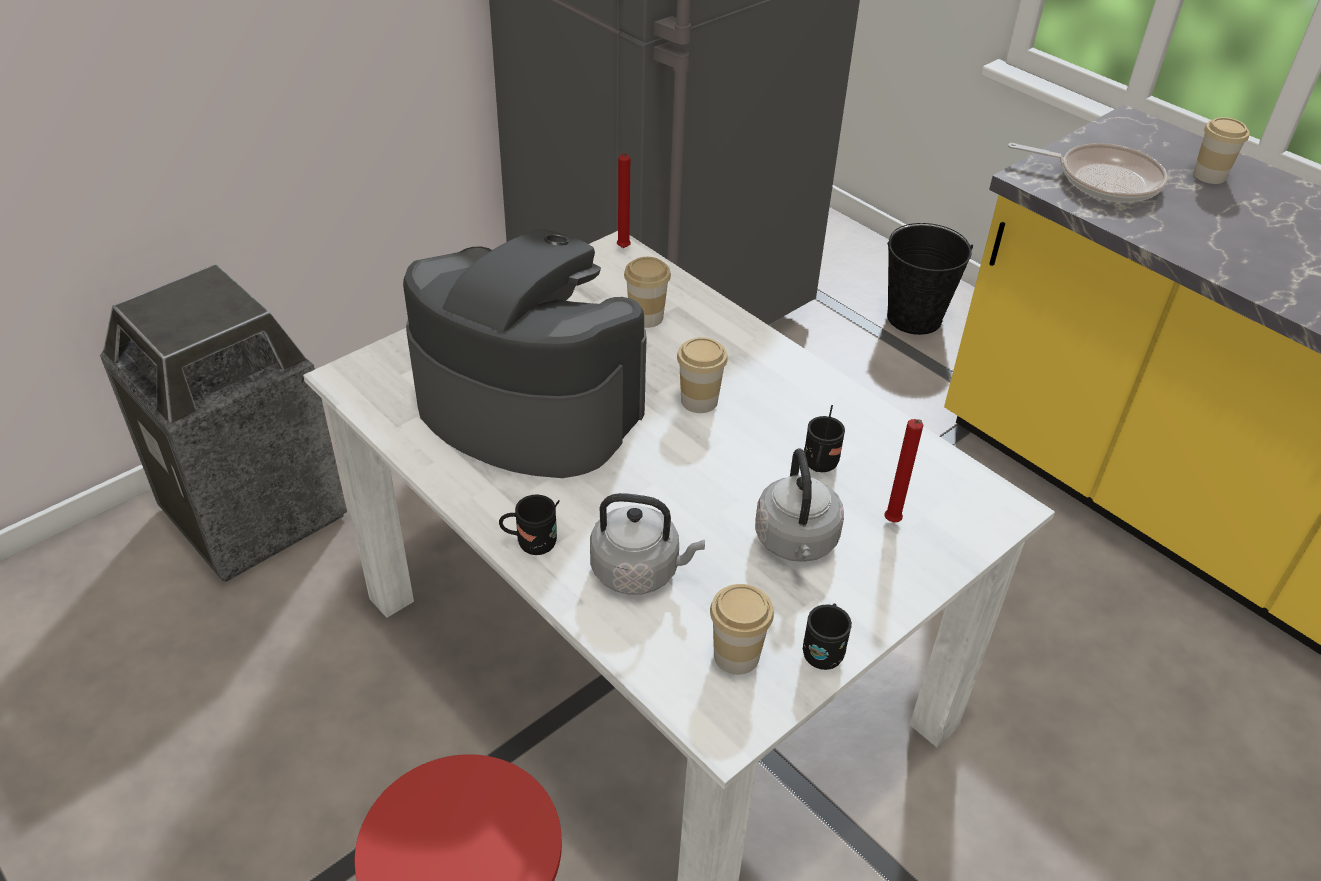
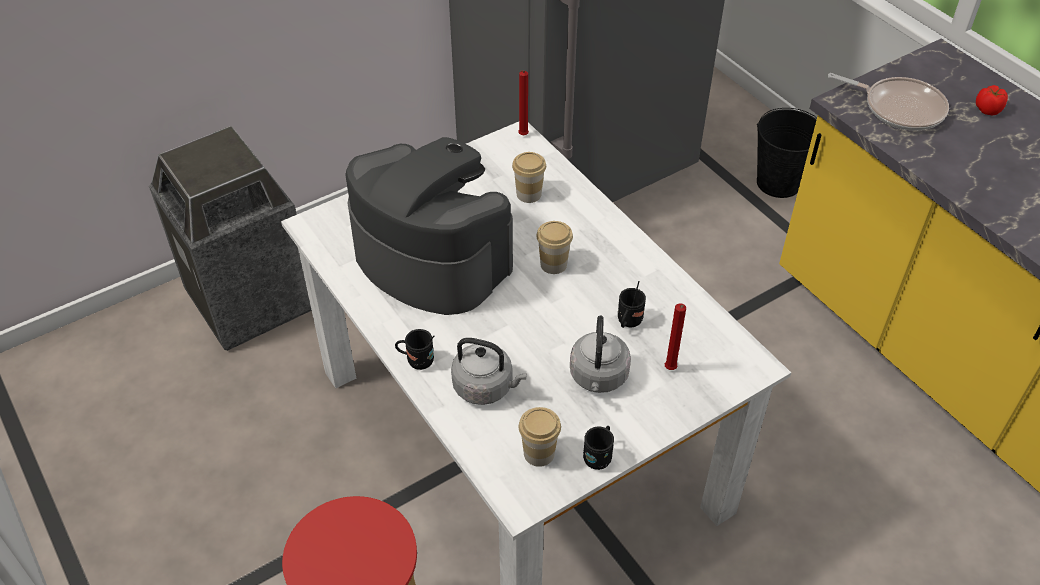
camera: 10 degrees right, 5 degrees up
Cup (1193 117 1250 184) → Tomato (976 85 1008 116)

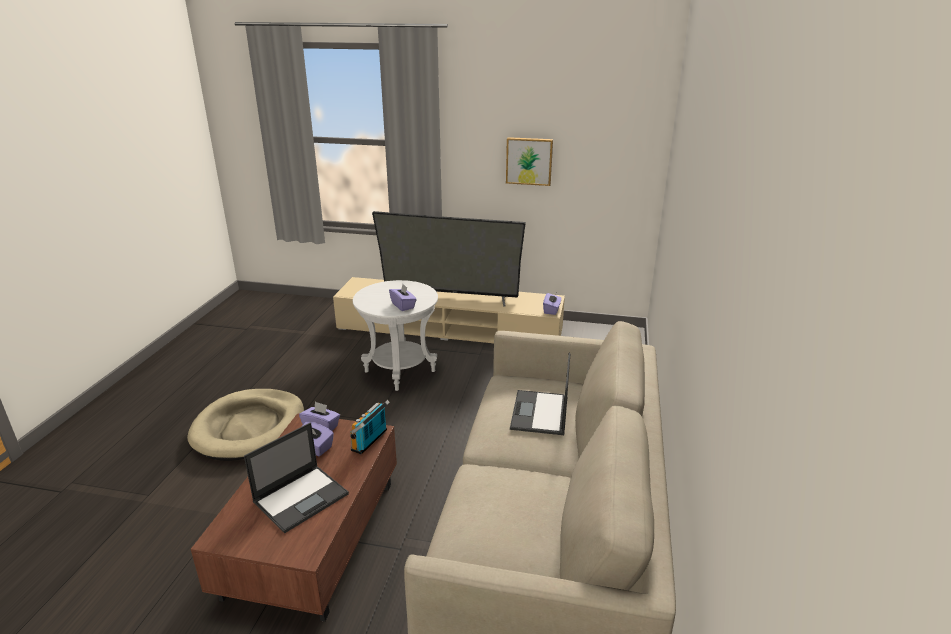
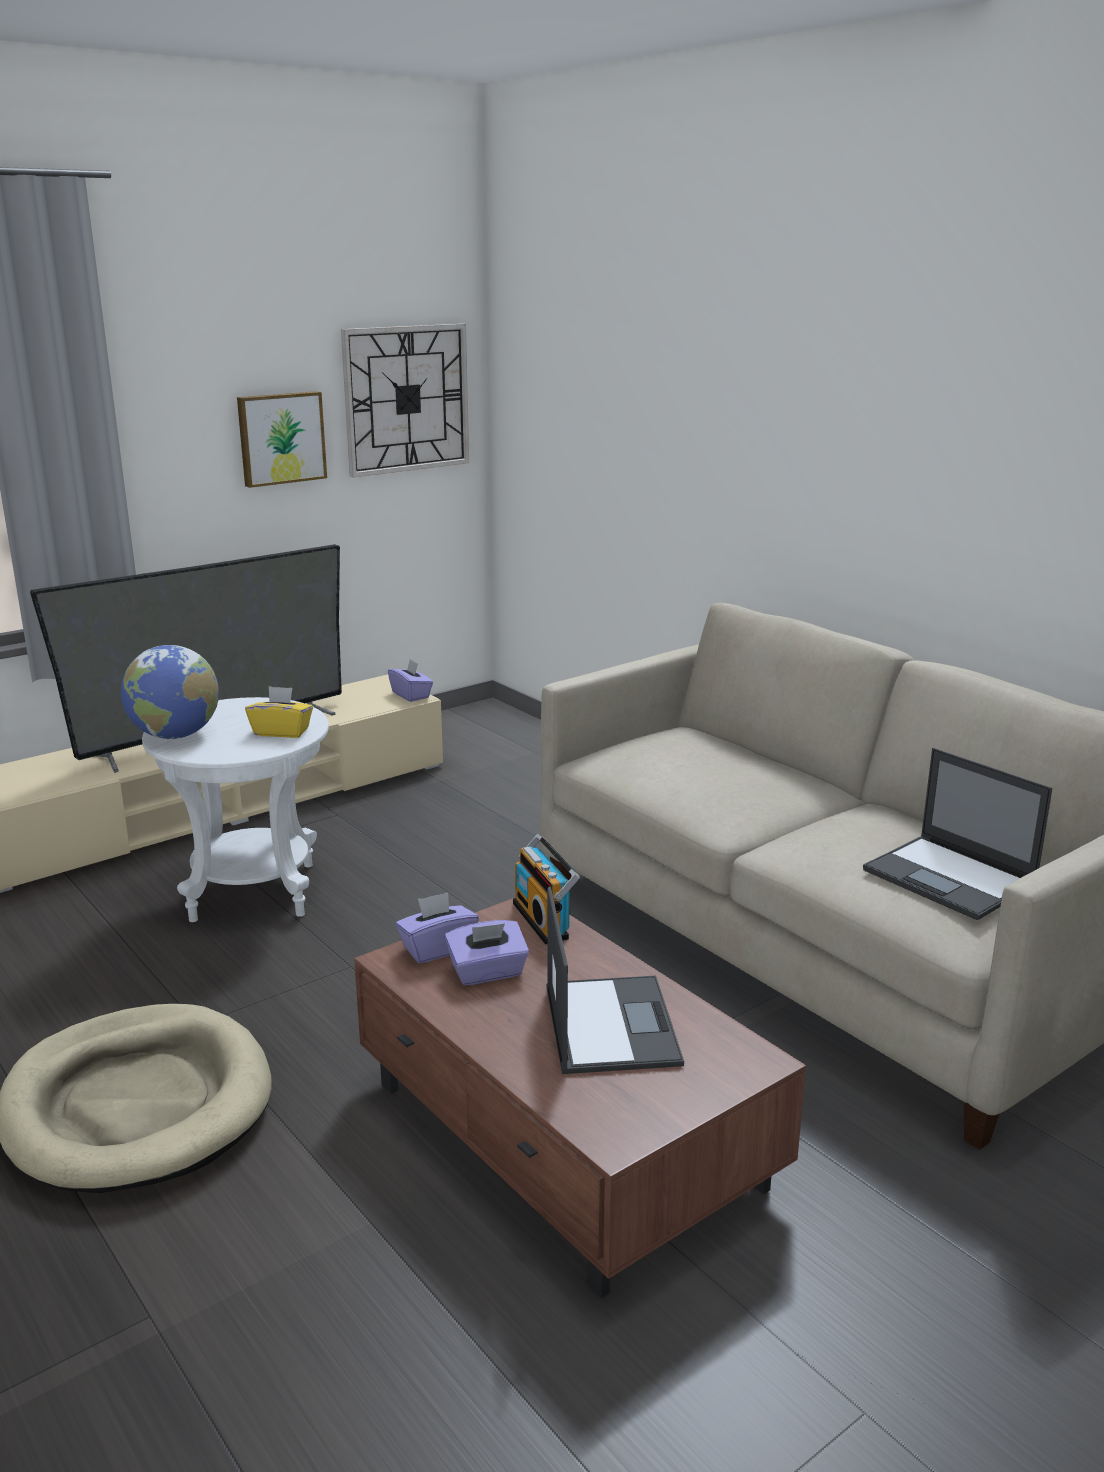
camera: 50 degrees left, 5 degrees down
PurpleTissueBox (389 284 417 311) → YellowTissueBox (245 686 313 738)
Laptop (510 352 570 435) → Laptop (863 748 1052 920), relocated
- → WallClock (341 324 469 478)
- → Globe (121 645 219 739)

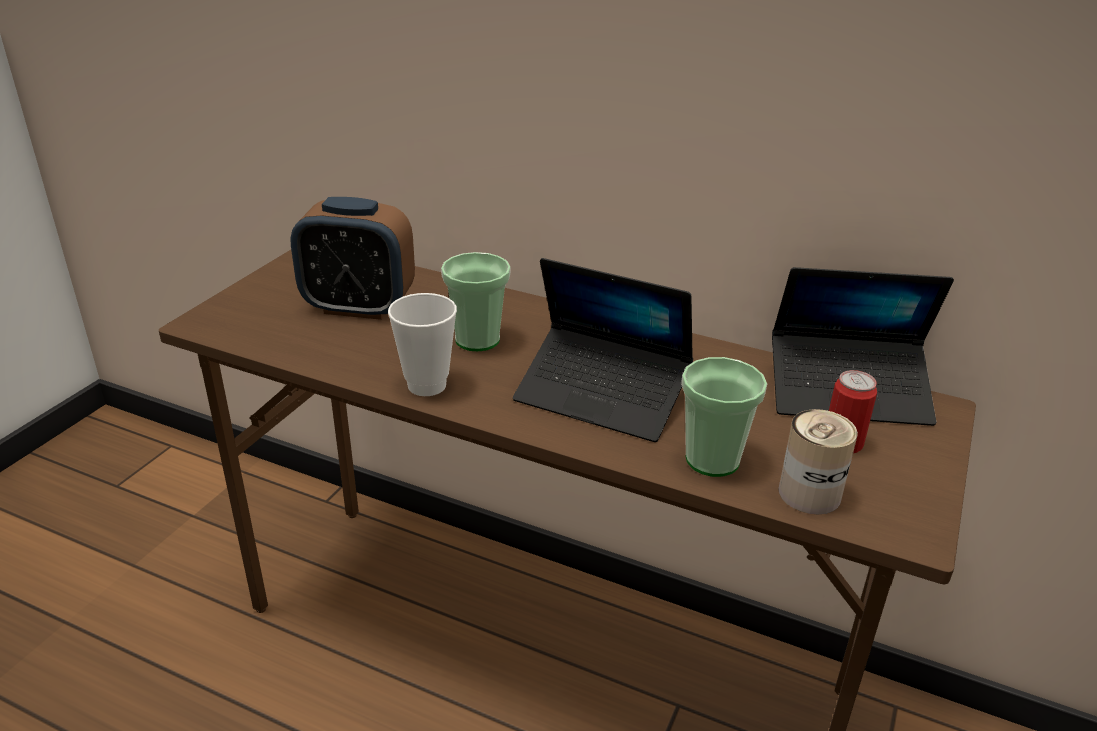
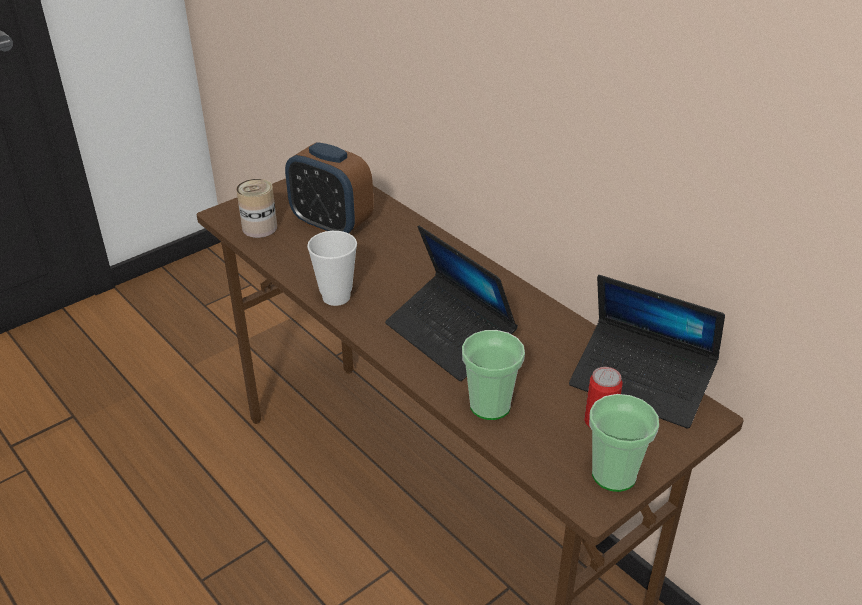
camera: 25 degrees right, 5 degrees up
Cup (441 252 511 351) → Cup (589 394 659 492), relocated
Can (778 409 858 514) → Can (236 179 277 238), relocated

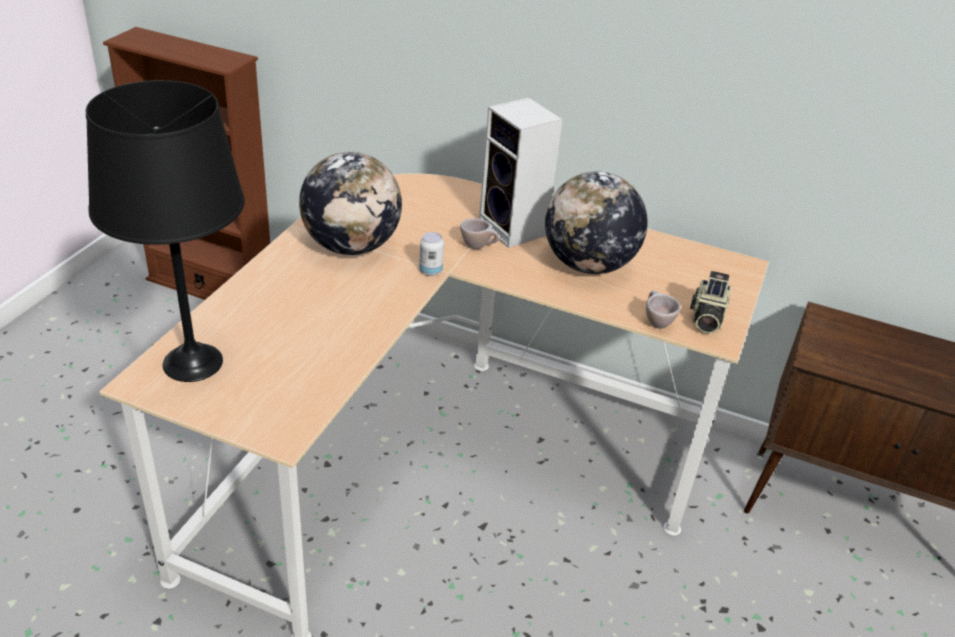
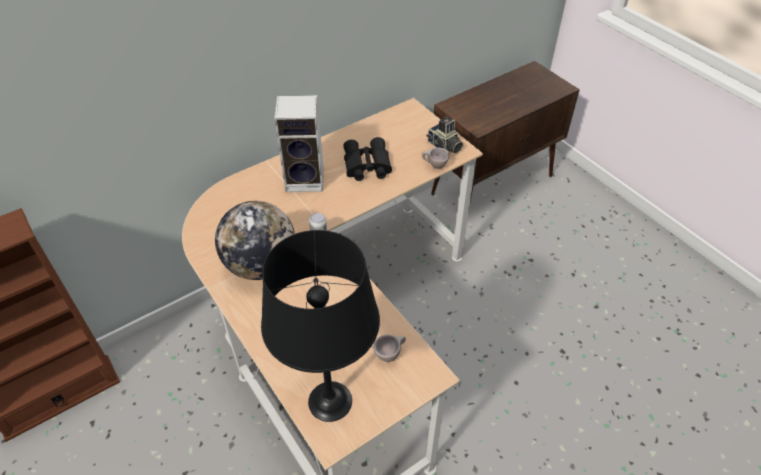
camera: 55 degrees left, 10 degrees up
Globe (545 172 648 274) → BlackBinoculars (343 137 392 181)
BeigeCup (460 218 499 249) → BeigeCup (373 335 406 362), relocated

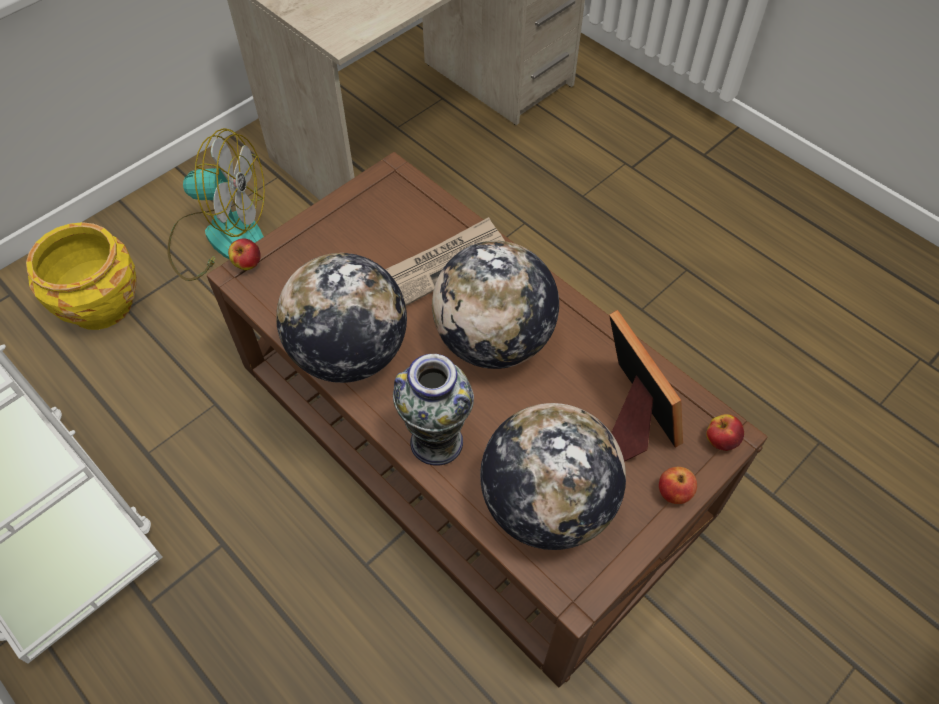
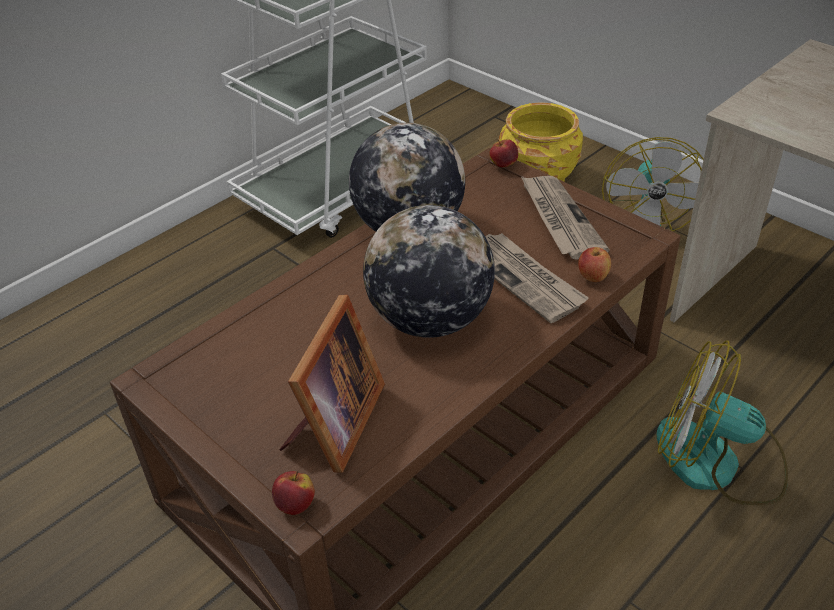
camera: 90 degrees right, 15 degrees down
PictureFrame (609 310 683 462) → PictureFrame (279 295 385 473), 45 degrees counterclockwise
Vase (393 354 474 466) → -
Globe (480 403 626 550) → -
Apple (659 467 697 504) → Apple (578 247 611 282), relocated
- → Newspaper (521 176 610 260)
- → Fan (657 340 788 505)

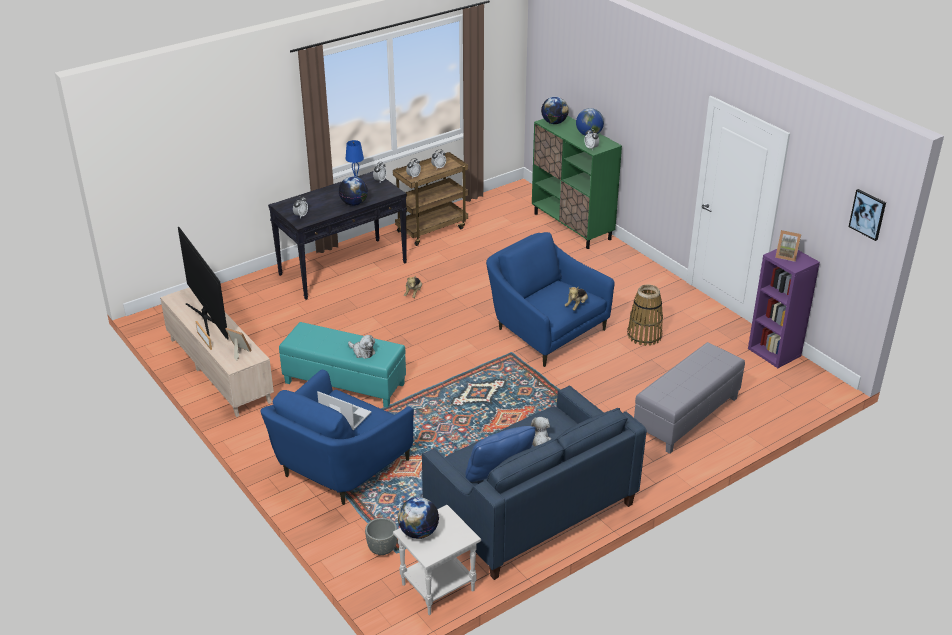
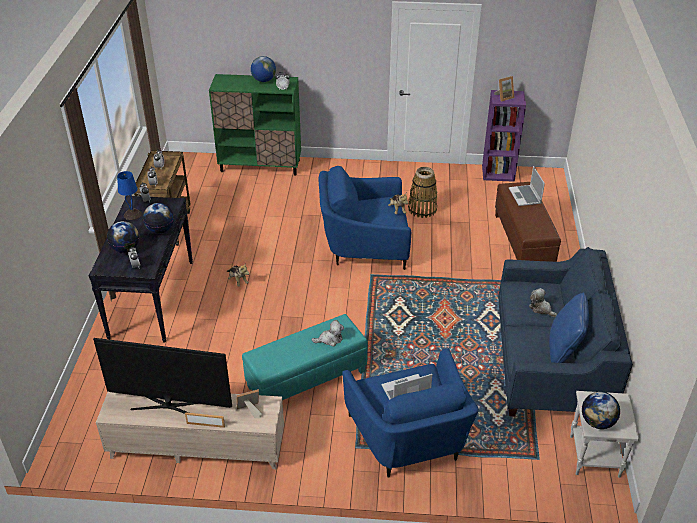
camera: 50 degrees left, 5 degrees up
Globe (541 97 569 124) → Globe (107 221 139 253), relocated
Picture (849 189 886 241) → -
GreyOttoman (634 342 745 454) → BrownOttoman (495 182 561 262)
GreyPlanter (365 518 397 555) → -
- → Laptop (509 166 545 206)

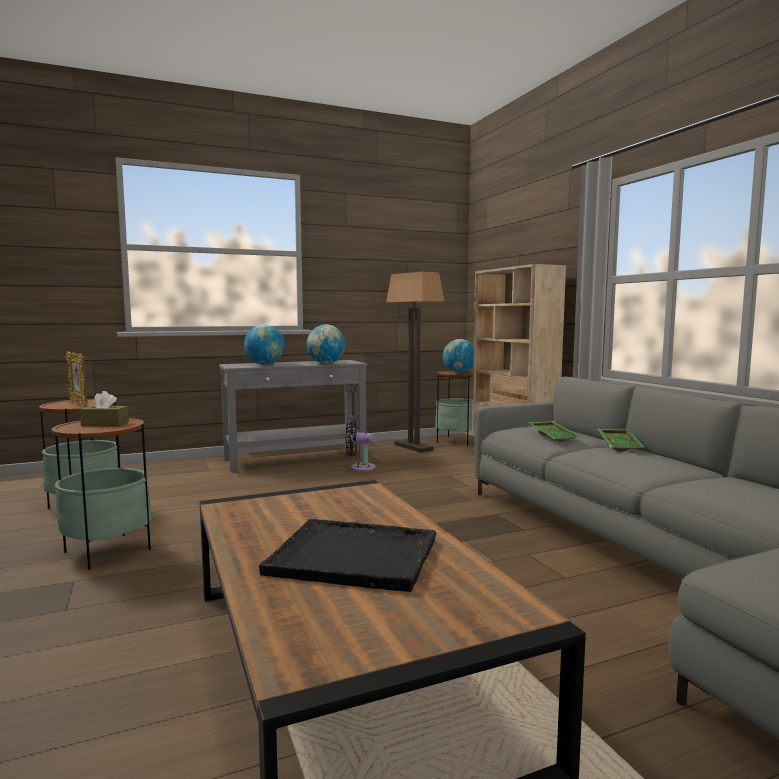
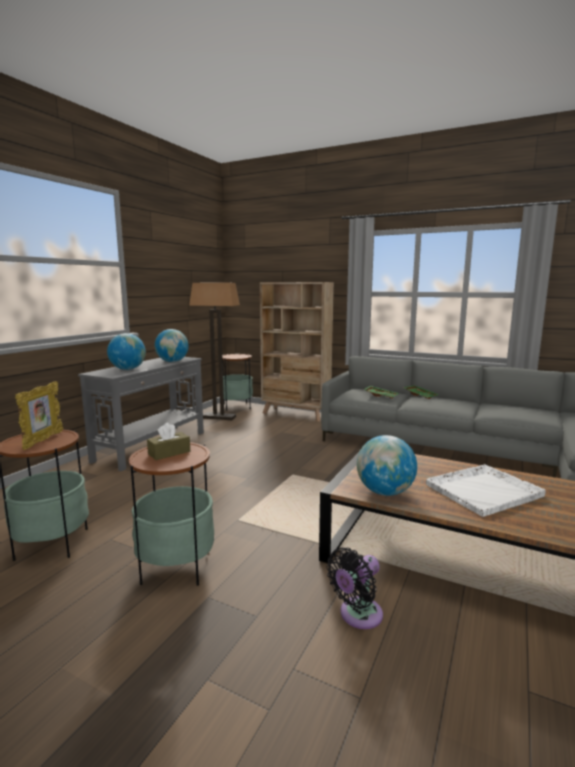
camera: 40 degrees left, 5 degrees up
Globe (443 339 474 373) → Globe (357 435 417 496), relocated
PictureFrame (66 352 87 406) → PictureFrame (15 381 63 450), 90 degrees counterclockwise
BlackFan (346 422 376 472) → BlackFan (327 548 383 629), relocated
BlackTray (259 519 436 592) → WhiteTray (426 464 546 517)

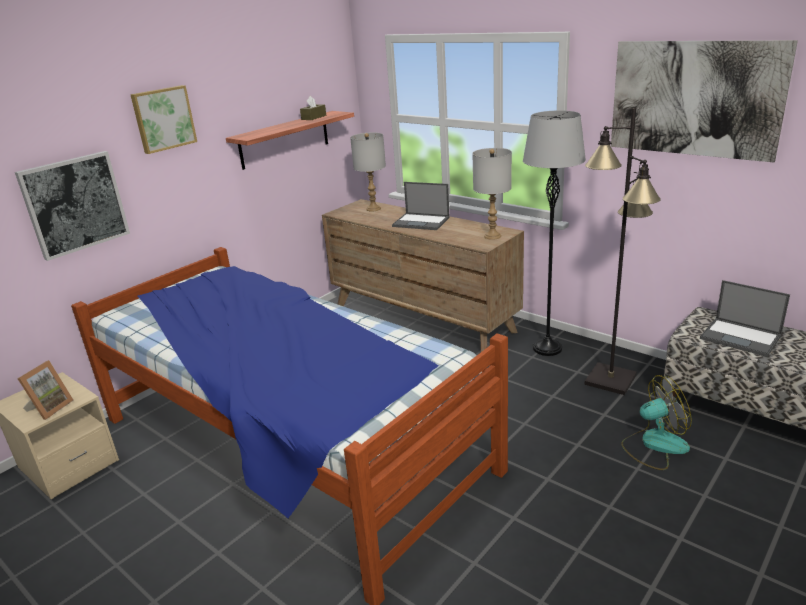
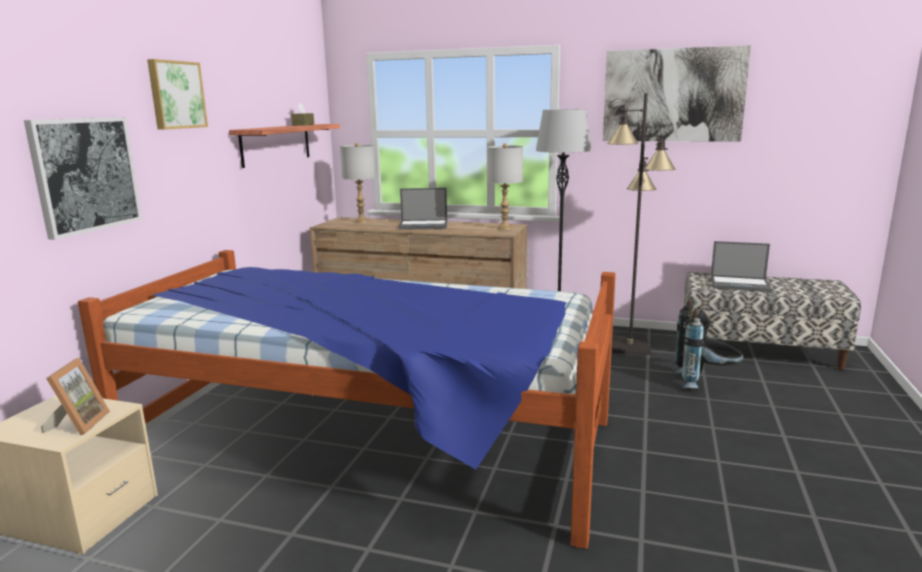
camera: 25 degrees left, 10 degrees down
Fan (621 375 692 470) → BlackBackpack (675 300 744 388)

